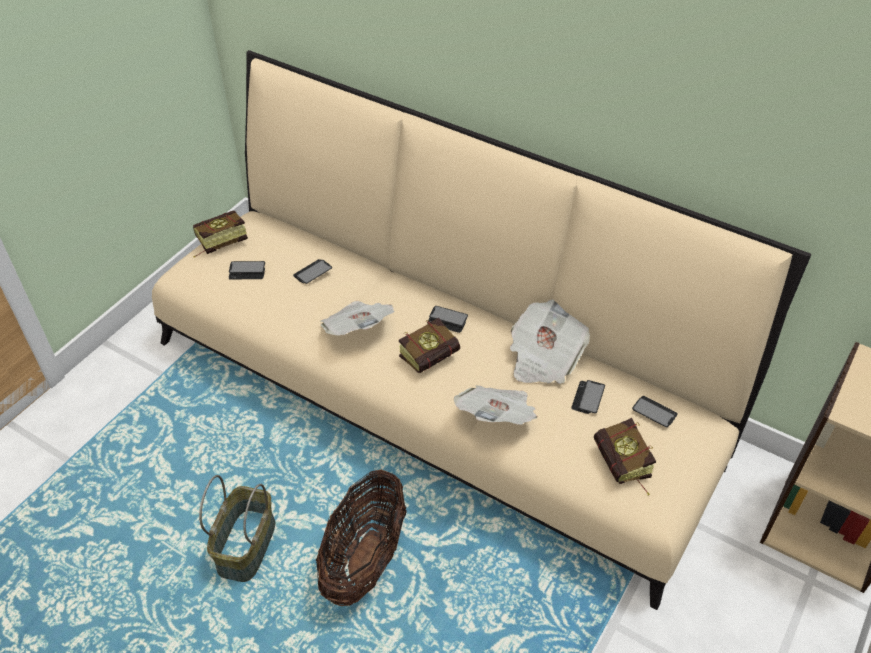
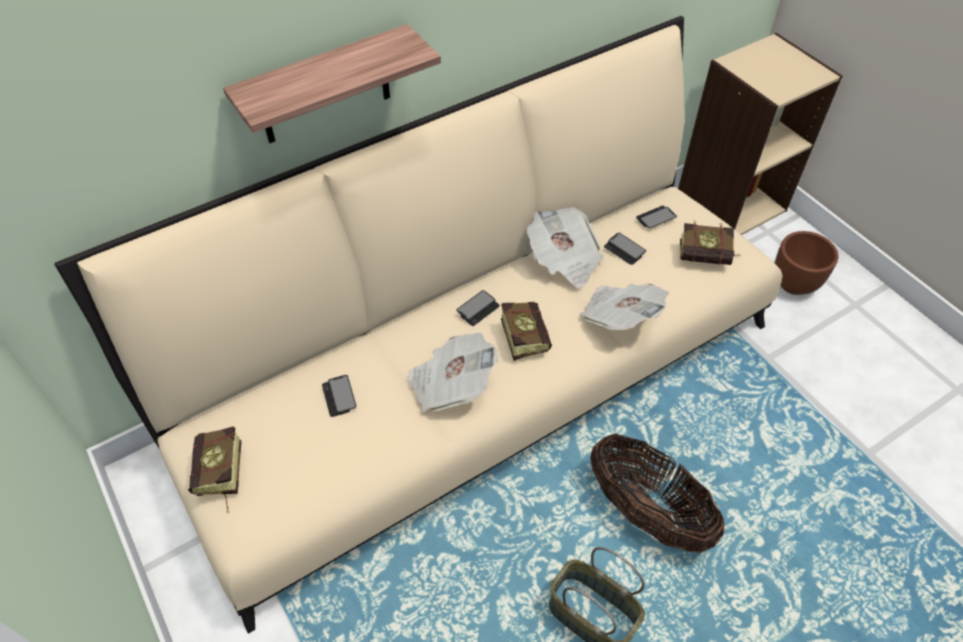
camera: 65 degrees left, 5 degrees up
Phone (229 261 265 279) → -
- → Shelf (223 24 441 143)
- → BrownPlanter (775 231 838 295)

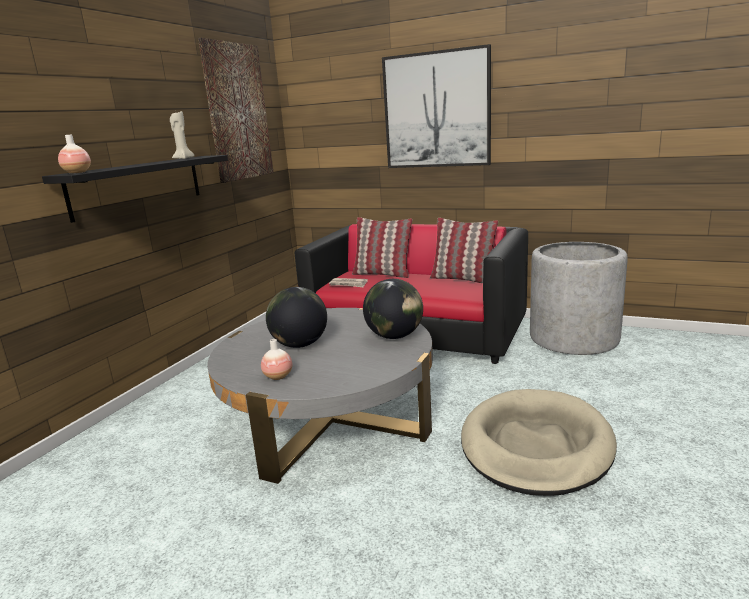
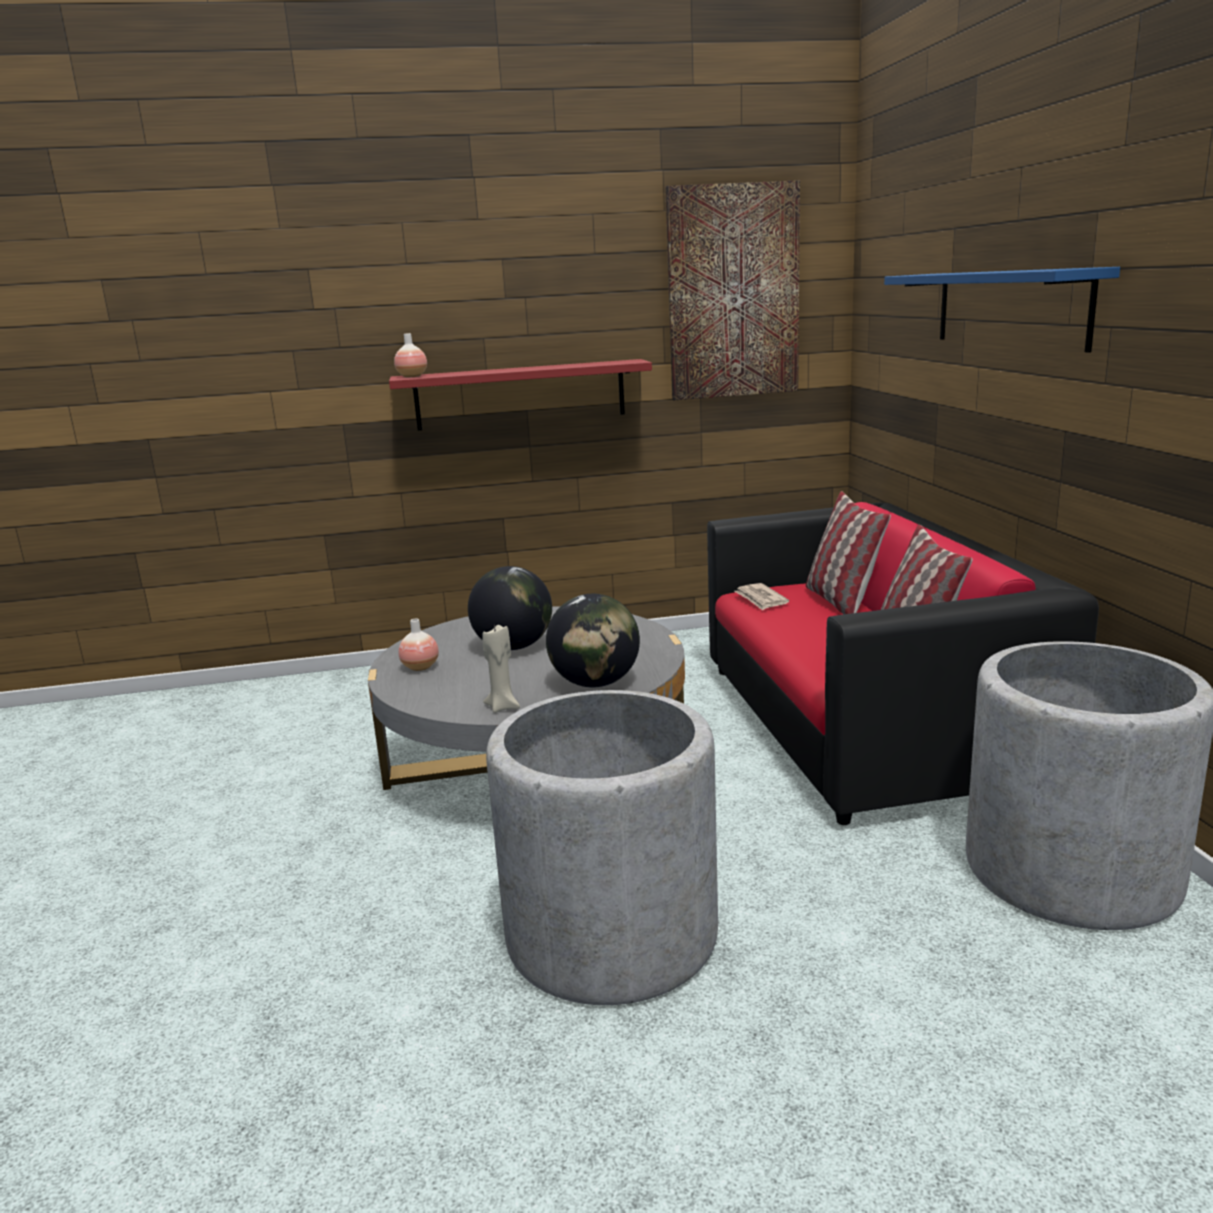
camera: 55 degrees right, 0 degrees up
Picture (382 44 491 168) → BlueShelf (884 267 1120 353)
BeigeCandle (170 111 195 159) → BeigeCandle (482 624 520 713), relocated
BlackShelf (42 155 228 223) → RedShelf (389 359 652 431)
BeigeDogBed (461 389 617 496) → GreyPlanter (486 690 718 1005)

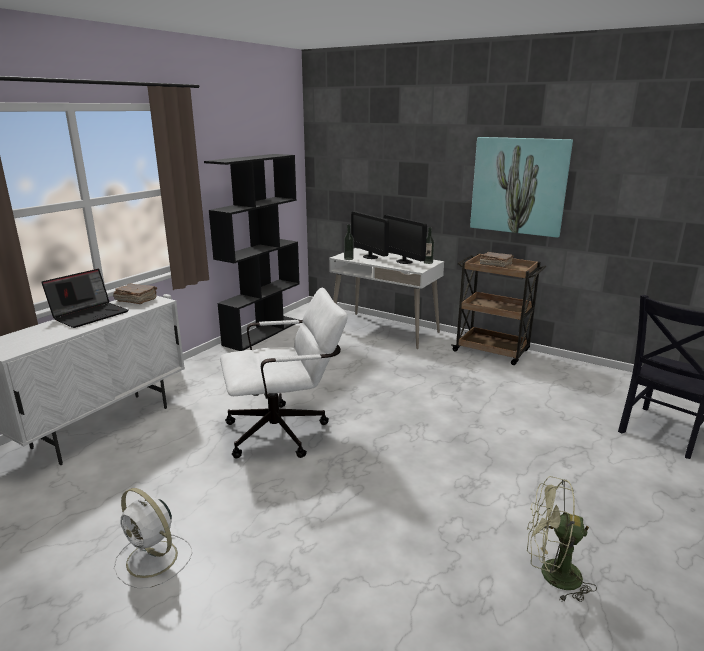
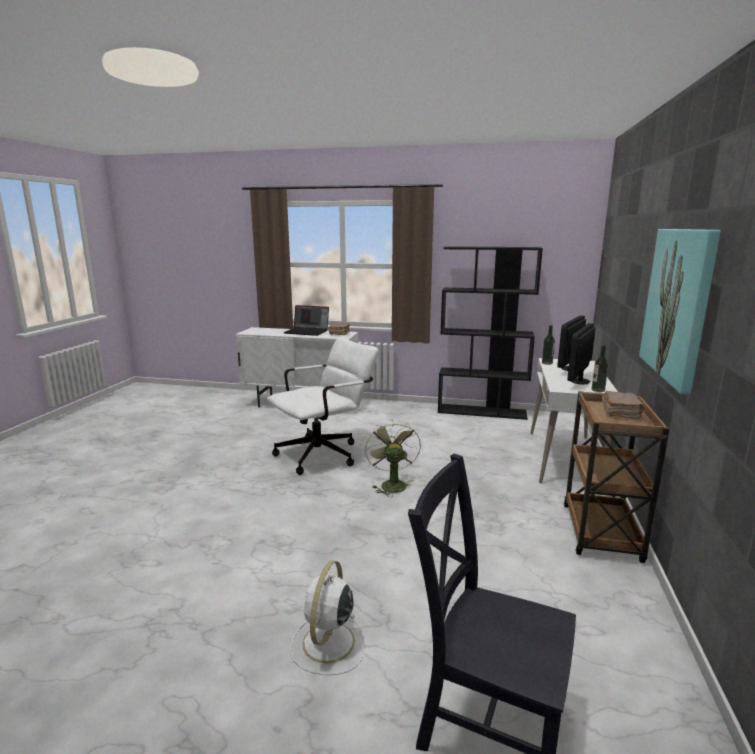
camera: 70 degrees right, 5 degrees down
WhiteOfficeChair (220 288 348 459) → WhiteOfficeChair (267 337 378 475), 90 degrees counterclockwise
GreenFan (527 476 597 602) → GreenFan (365 420 421 497), relocated
WhiteFan (114 488 192 588) → WhiteFan (290 561 364 675), relocated

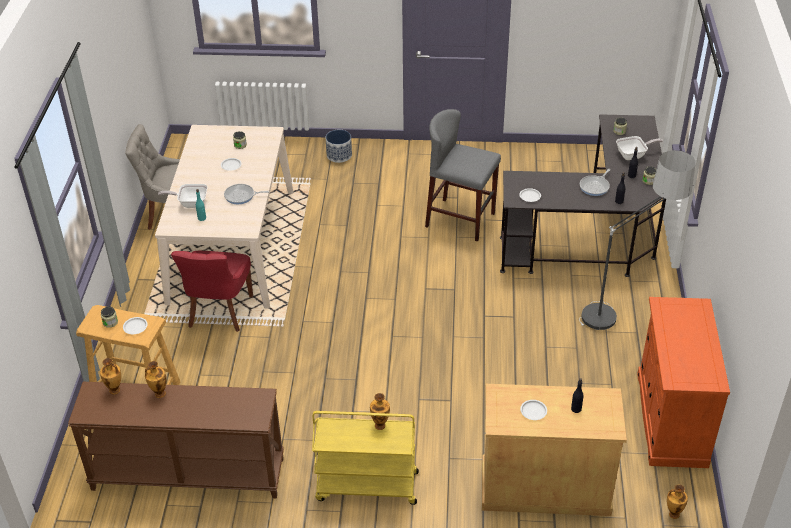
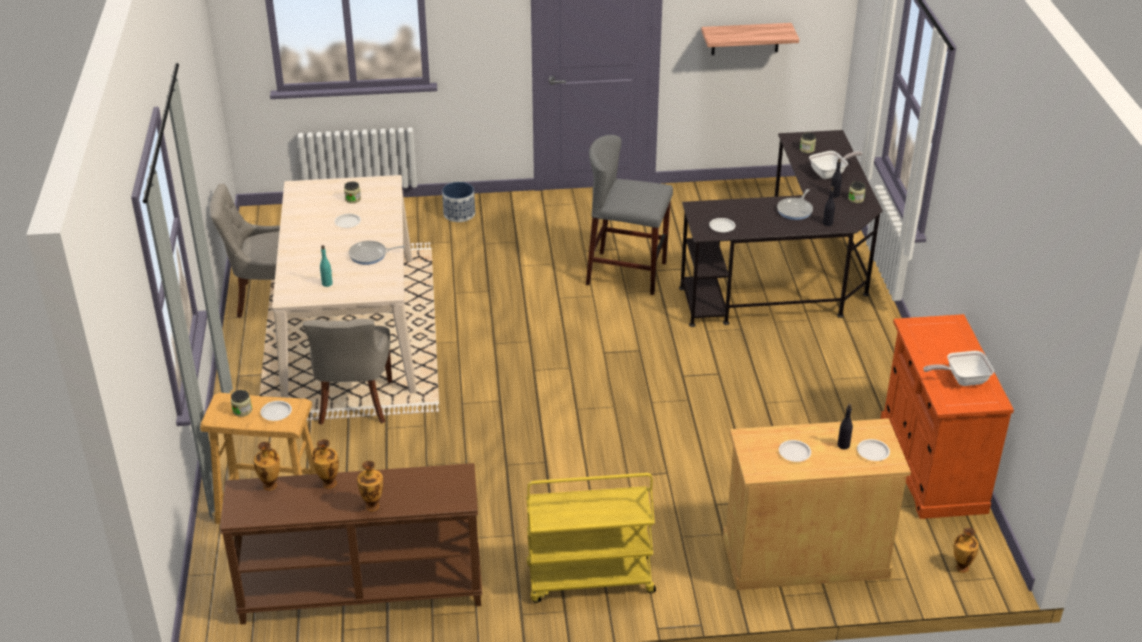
camera: 10 degrees left, 5 degrees down
FloorLamp (579 150 696 330) → -
FryingPan (158 184 208 208) → FryingPan (923 351 994 386), relocated
RedChair (171 251 253 332) → GreyChair (303 319 392 425)
Vase (370 393 390 430) → Vase (357 461 383 511), relocated
- → Shelf (701 23 799 55)
- → WhitePlate (857 439 890 461)

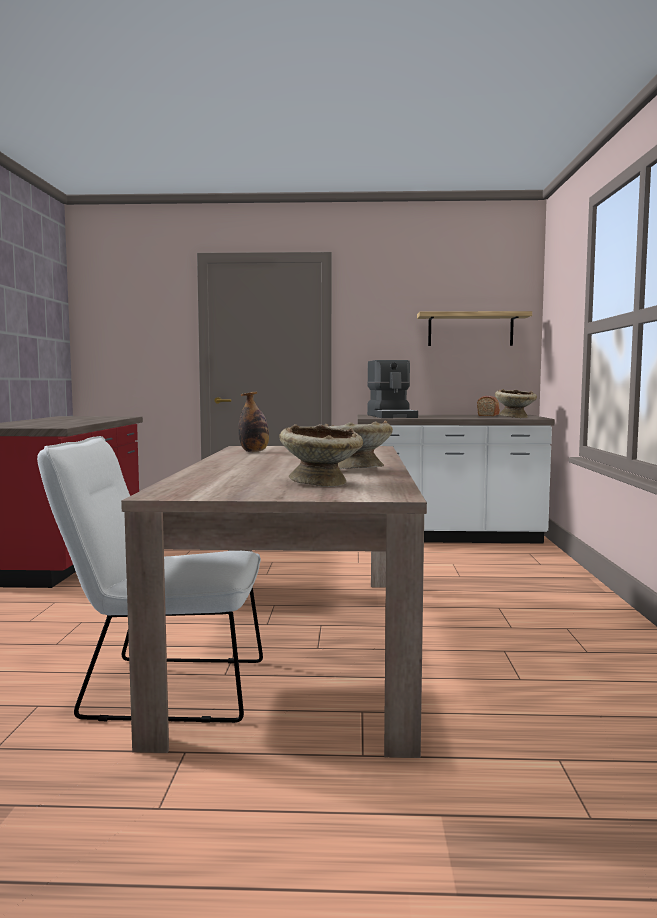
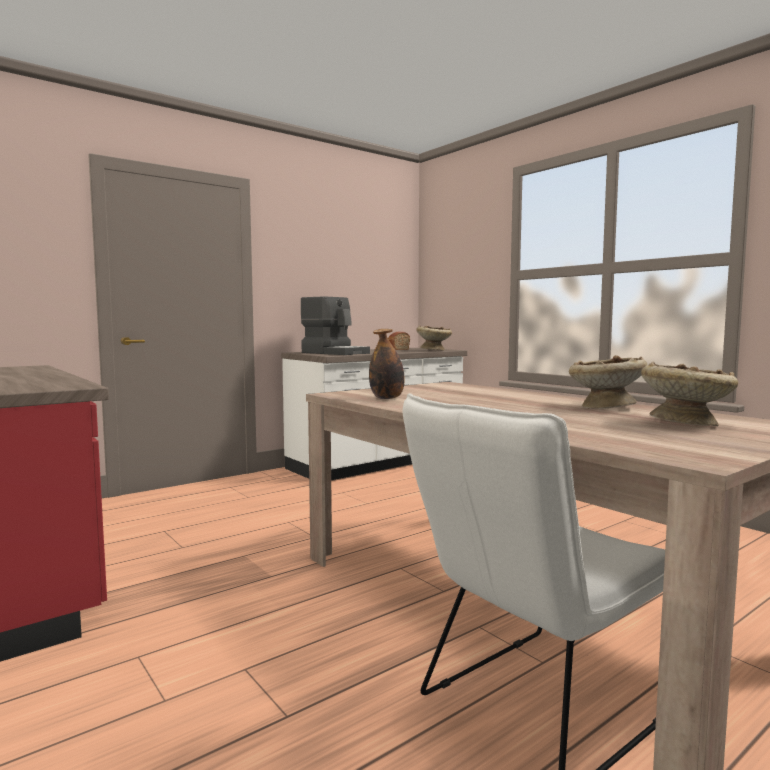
camera: 40 degrees left, 0 degrees up
Shelf (417 311 532 346) → -

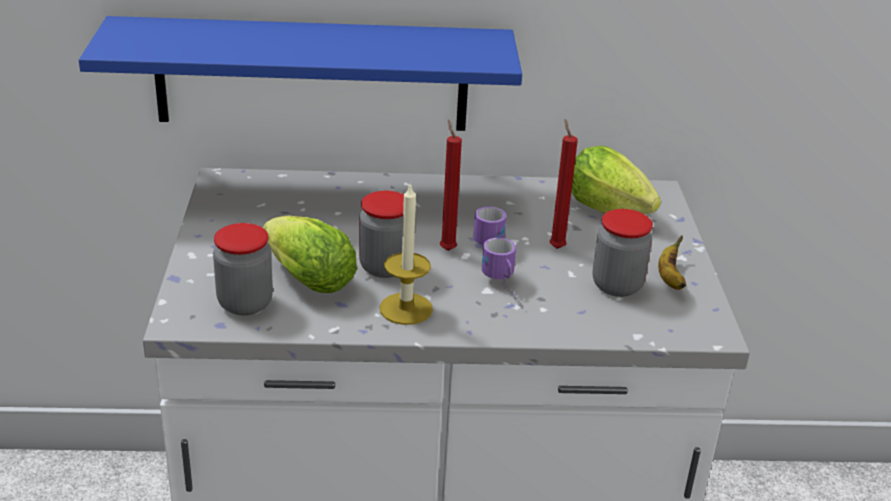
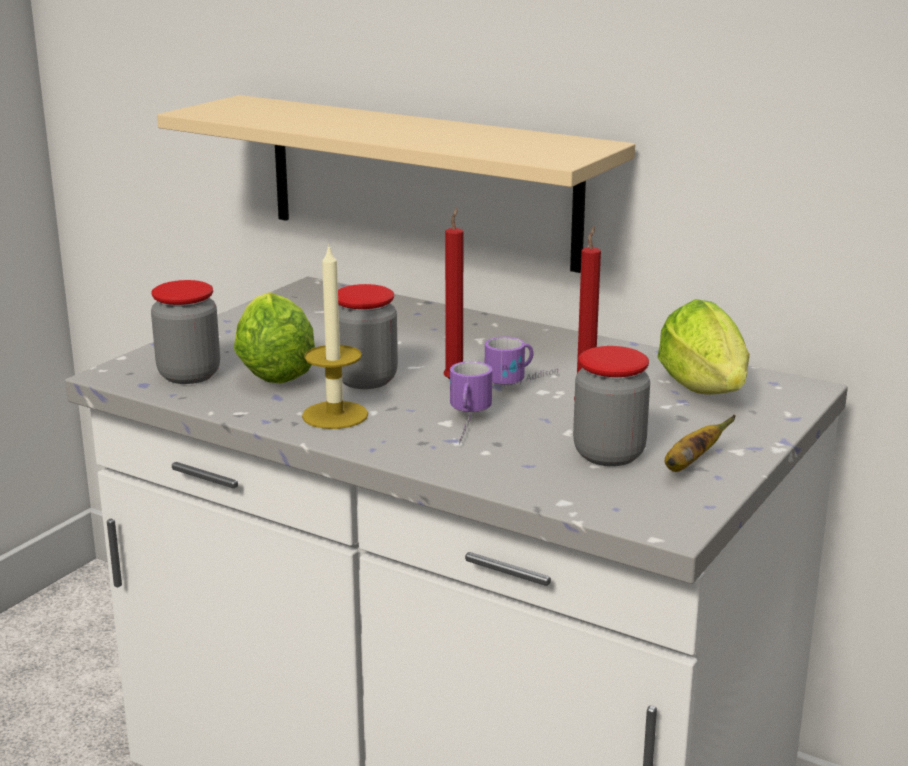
camera: 35 degrees right, 10 degrees down
BlueShelf (79 16 522 131) → BeigeShelf (157 95 635 273)

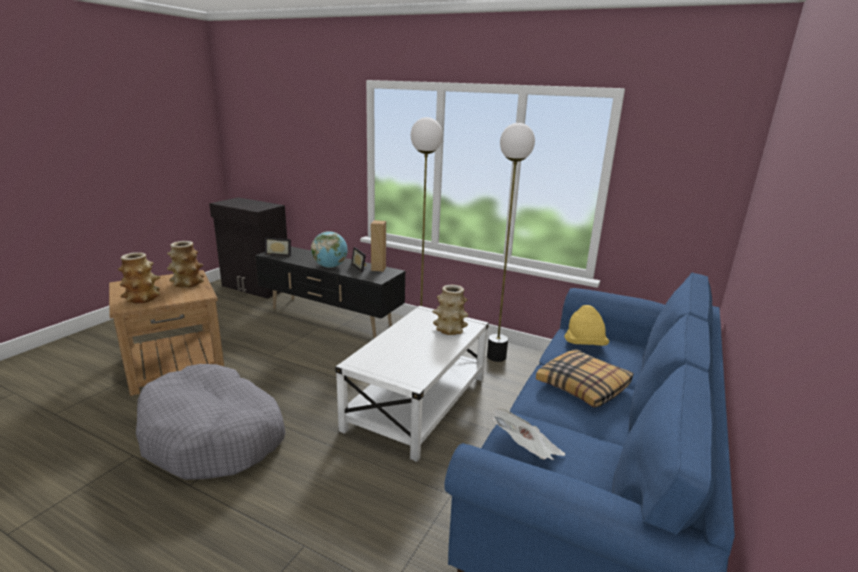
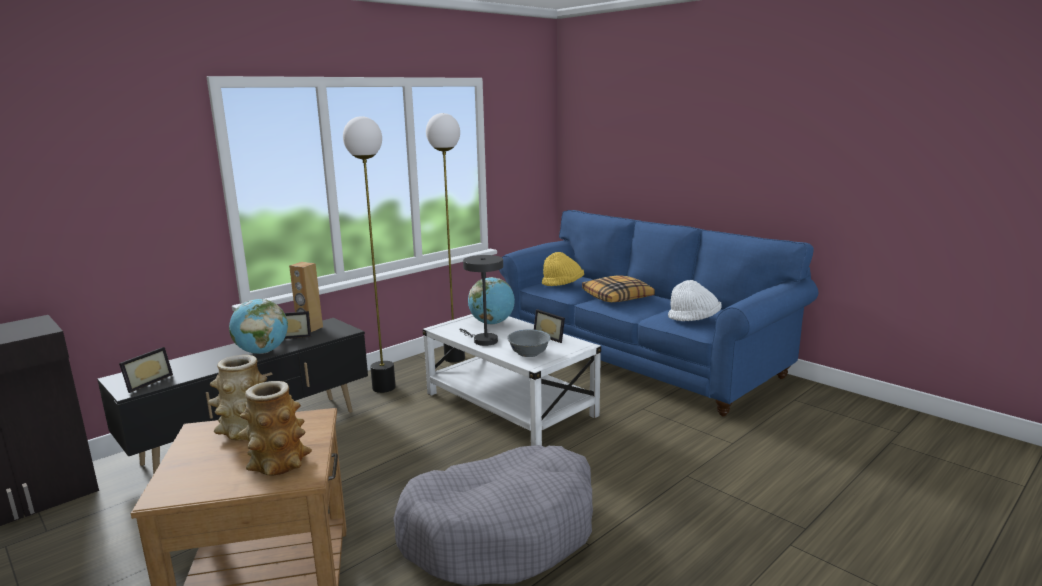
camera: 70 degrees left, 5 degrees down
Vase (432 285 468 335) → Globe (468 277 515 325)
Newspaper (491 408 565 460) → WhiteHat (668 280 722 321)
- → GreyTableLamp (460 255 503 346)
- → PictureFrame (534 309 565 343)
- → GreyBowl (507 329 551 357)

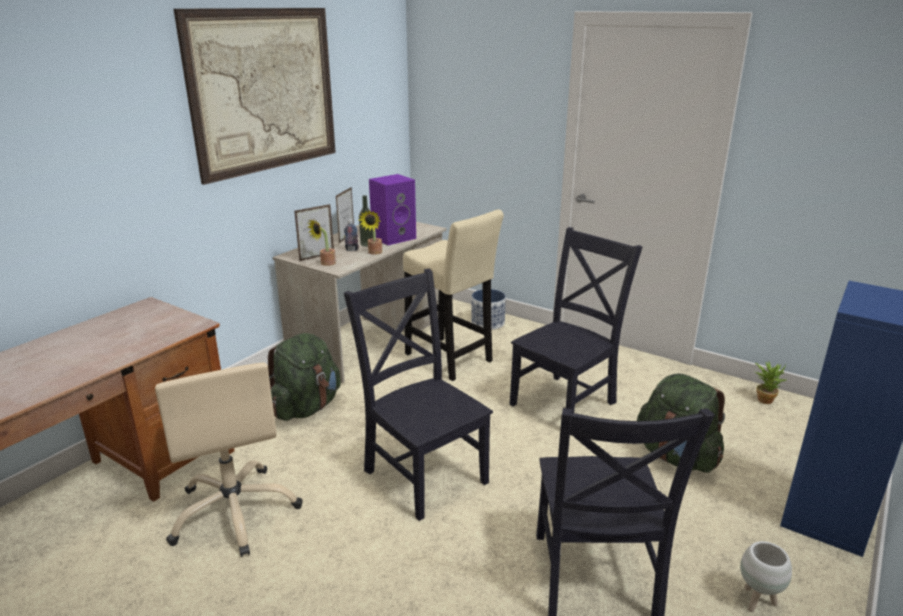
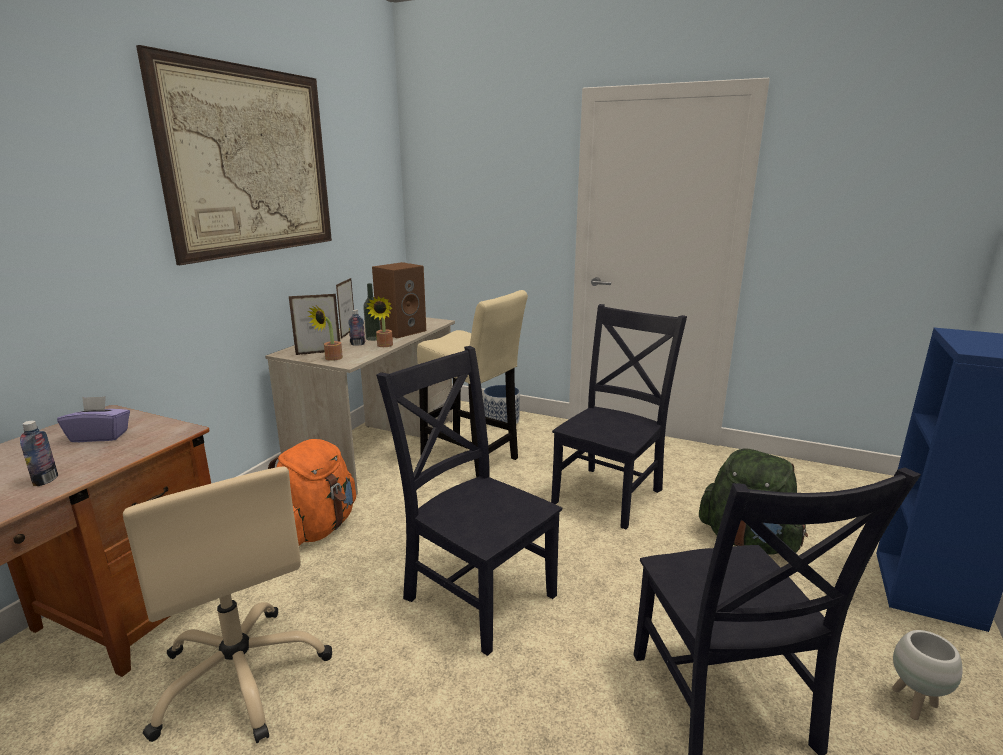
camera: 10 degrees left, 5 degrees down
PurpleSpeaker (369 174 416 245) → BrownSpeaker (372 262 426 338)
PictureFrame (294 204 334 261) → PictureFrame (289 294 340 355), 150 degrees counterclockwise
GreenBackpack (268 333 341 421) → OrangeBackpack (268 439 356 545)
PottedPlant (755 361 787 404) → -
- → PurpleTissueBox (57 396 130 442)
- → Bottle (20 420 58 486)

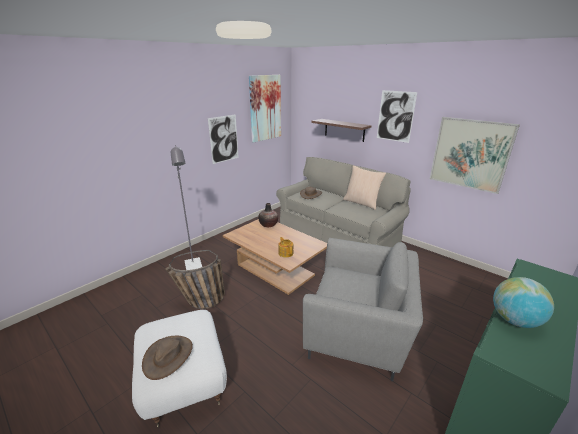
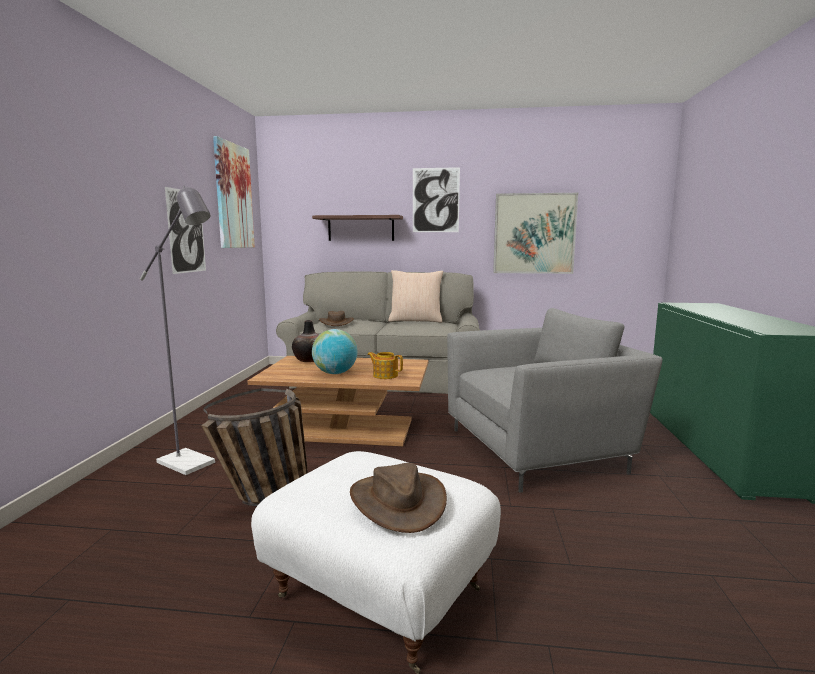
camera: 35 degrees left, 15 degrees down
Globe (493 277 554 328) → Globe (312 329 357 374), relocated

